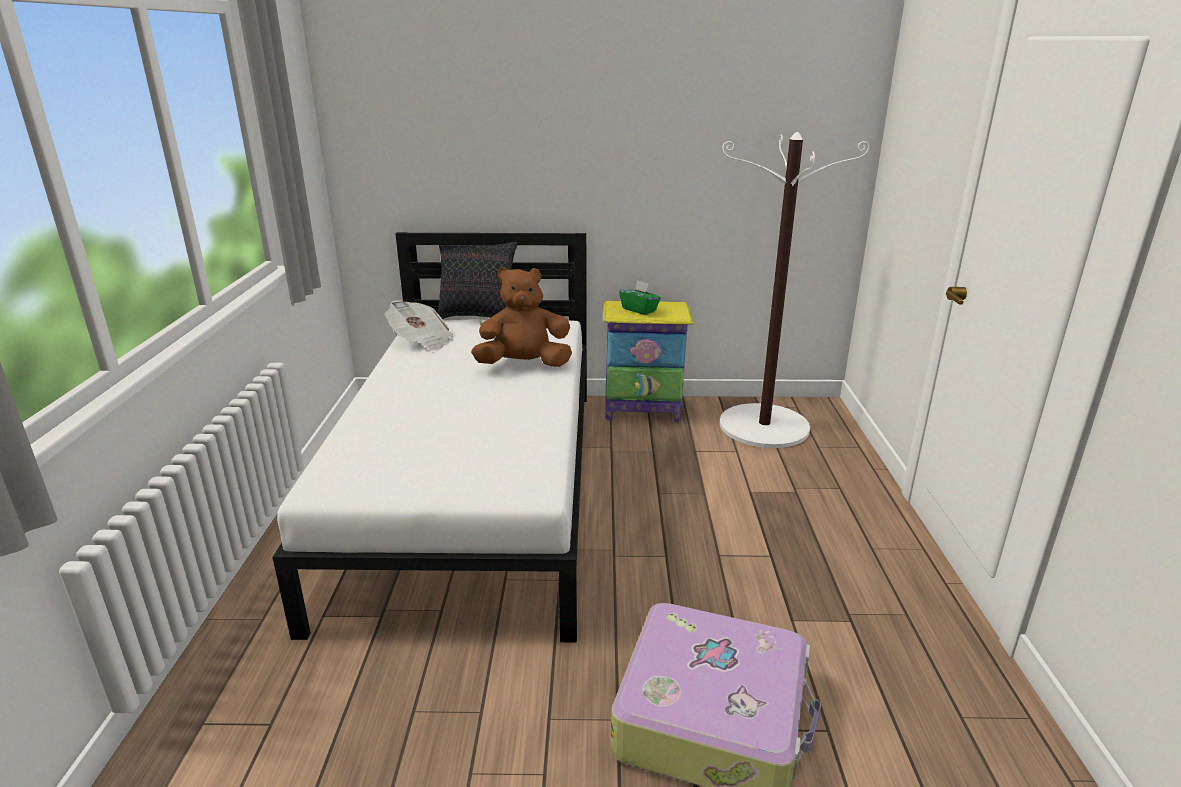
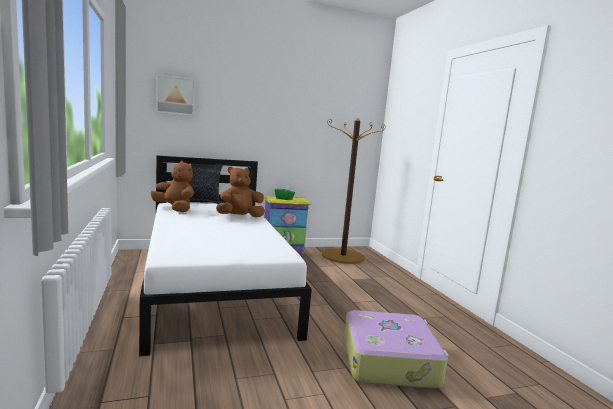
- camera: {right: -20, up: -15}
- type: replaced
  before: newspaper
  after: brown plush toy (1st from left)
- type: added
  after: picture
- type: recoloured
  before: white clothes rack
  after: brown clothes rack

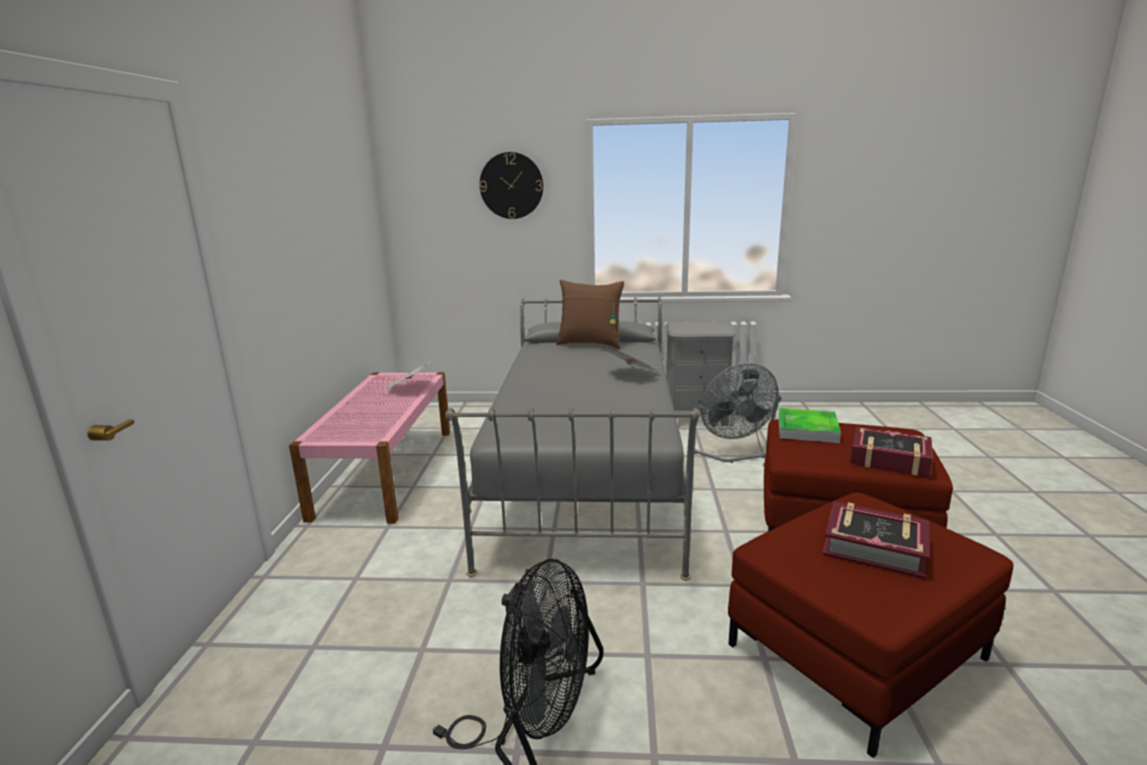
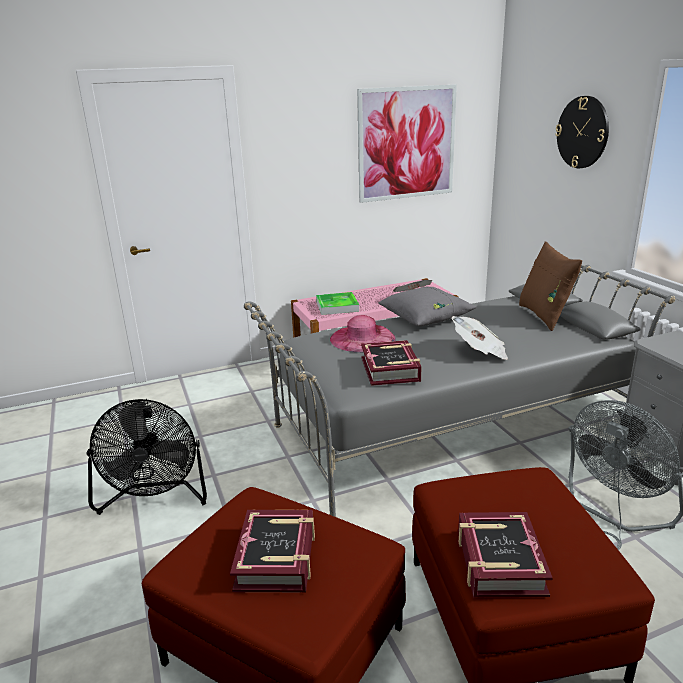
- camera: {right: 65, up: 5}
- type: moved
  before: tray
- type: added
  after: pink hat
- type: added
  after: picture
- type: added
  after: book (2nd from left)
- type: added
  after: grey pillow

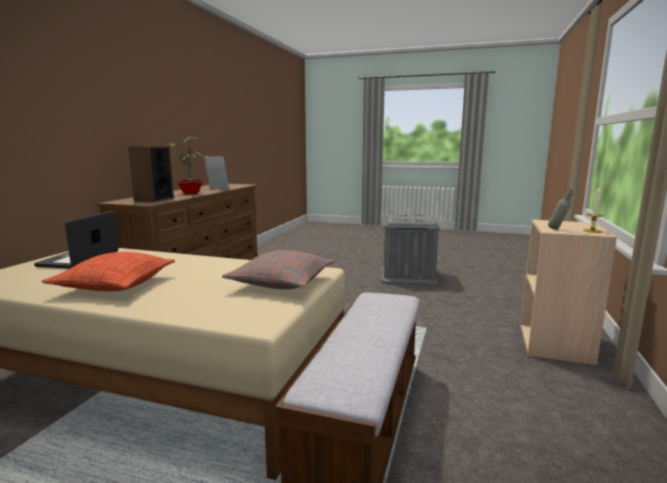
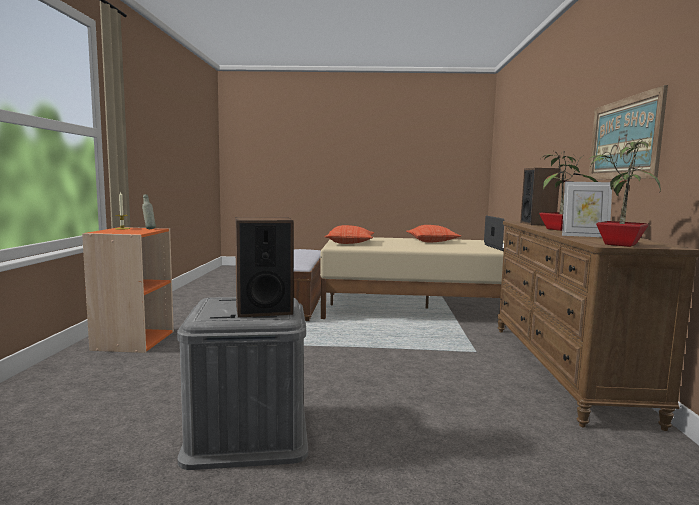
- camera: {right: 165, up: -5}
- type: recoloured
  before: beige bookcase
  after: orange bookcase
- type: added
  after: speaker (1st from left)
- type: recoloured
  before: grey pillow
  after: orange pillow (1st from left)
- type: added
  after: picture
- type: added
  after: potted plant (2nd from left)

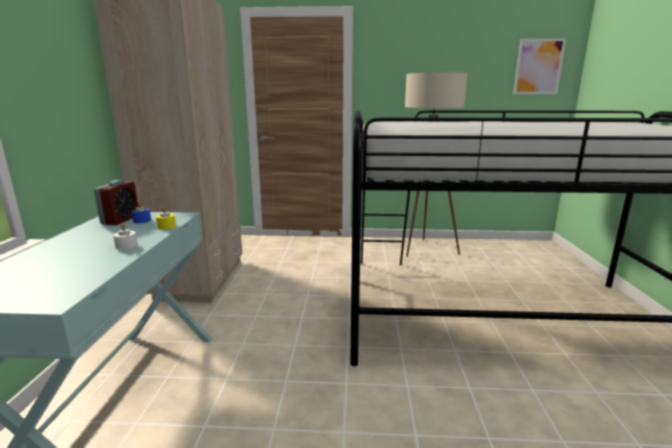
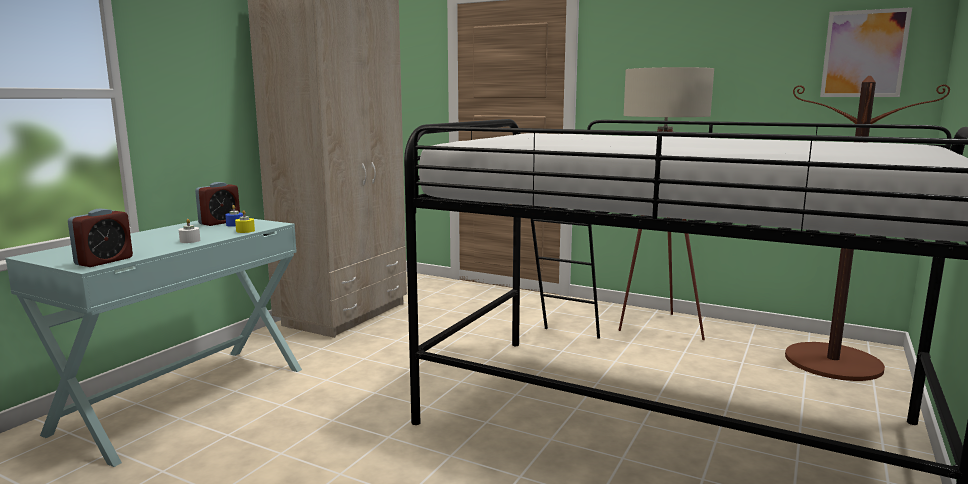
- camera: {right: 25, up: -5}
- type: added
  after: alarm clock (1st from left)
- type: added
  after: brown clothes rack

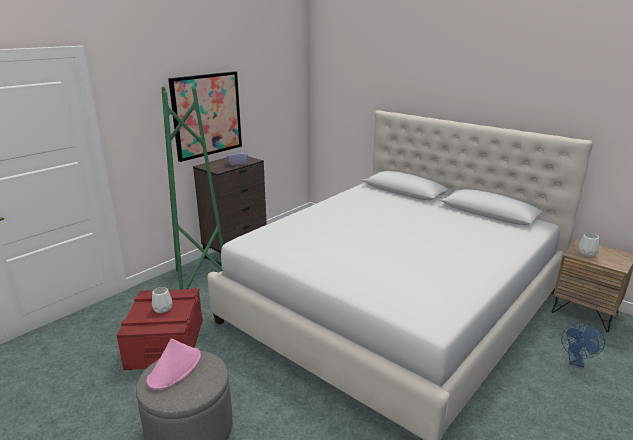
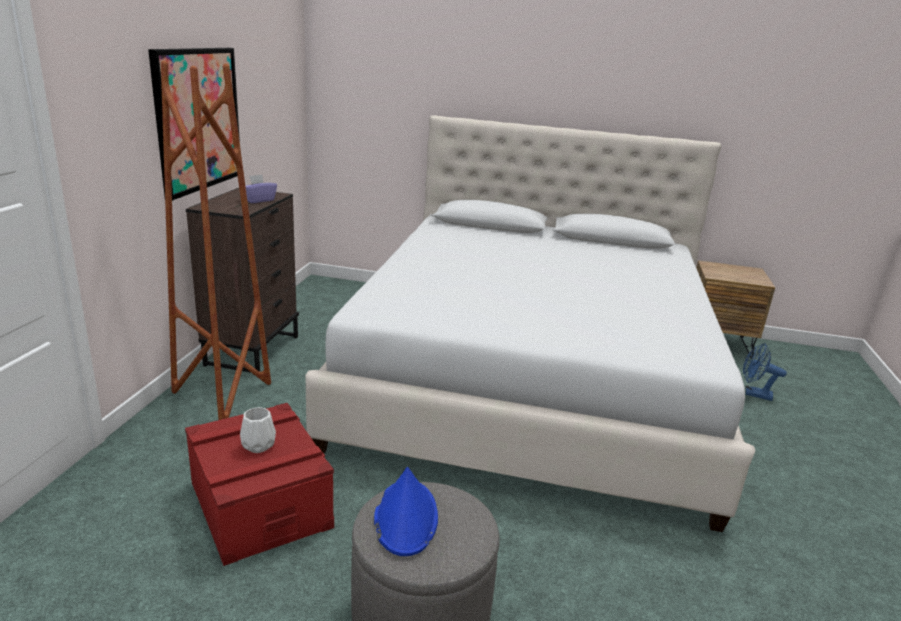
- camera: {right: -30, up: 0}
- type: recoloured
  before: green clothes rack
  after: brown clothes rack
- type: recoloured
  before: pink hat
  after: blue hat
- type: turned
  before: blue fan
  turn: 120
- type: removed
  before: white vase (2nd from left)

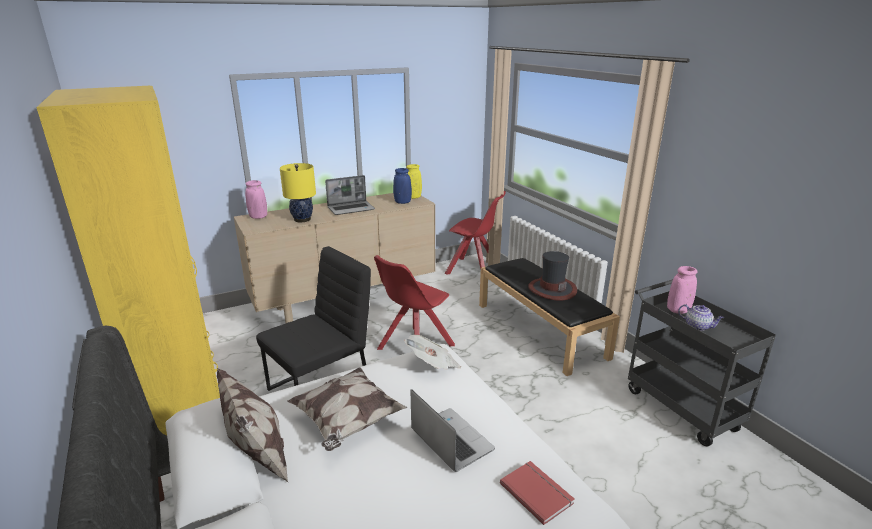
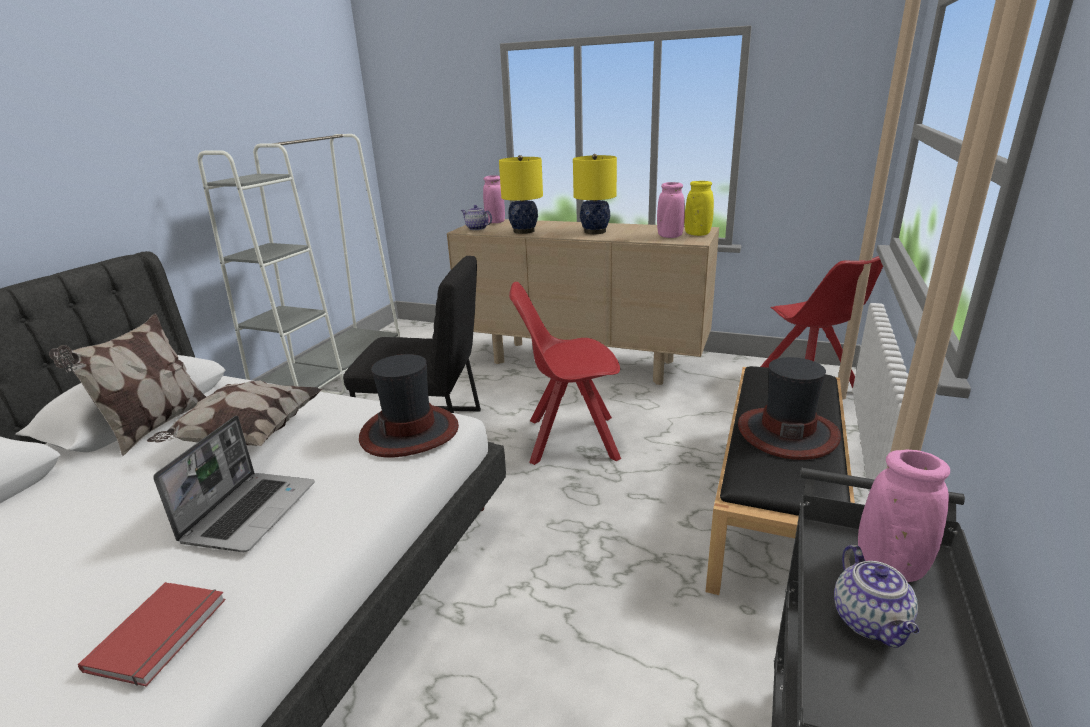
- camera: {right: 50, up: 0}
- type: replaced
  before: yellow wardrobe
  after: grey clothes rack
- type: replaced
  before: newspaper
  after: hat (1st from left)
- type: added
  after: teapot (1st from left)
- type: replaced
  before: laptop (1st from left)
  after: yellow table lamp (2nd from left)
- type: recoloured
  before: blue vase
  after: pink vase (2nd from left)

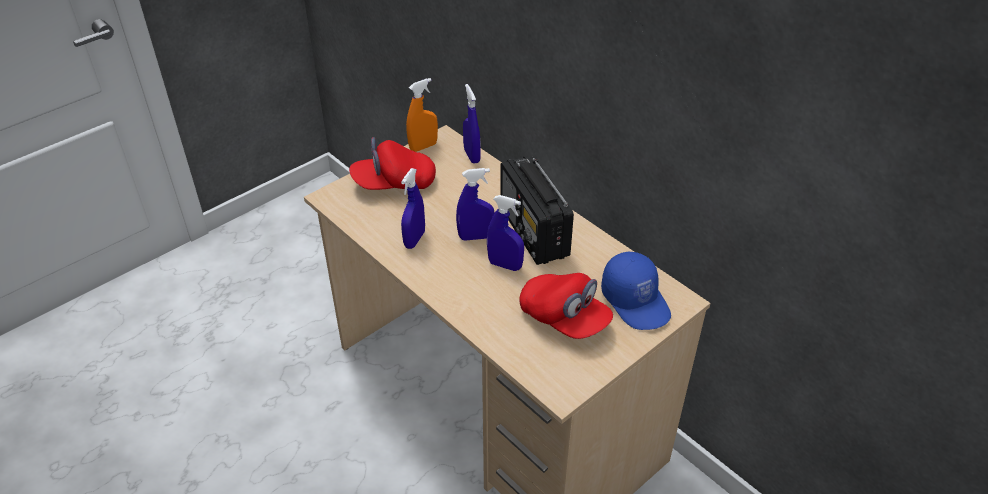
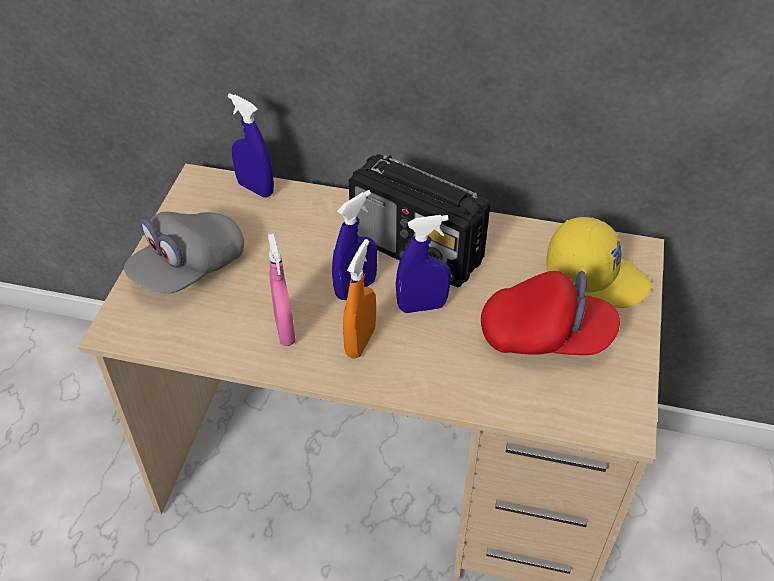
- camera: {right: -35, up: 5}
- type: recoloured
  before: red cap (1st from left)
  after: grey cap
- type: recoloured
  before: blue spray bottle (1st from left)
  after: pink spray bottle
- type: moved
  before: orange spray bottle
- type: recoloured
  before: blue cap
  after: yellow cap

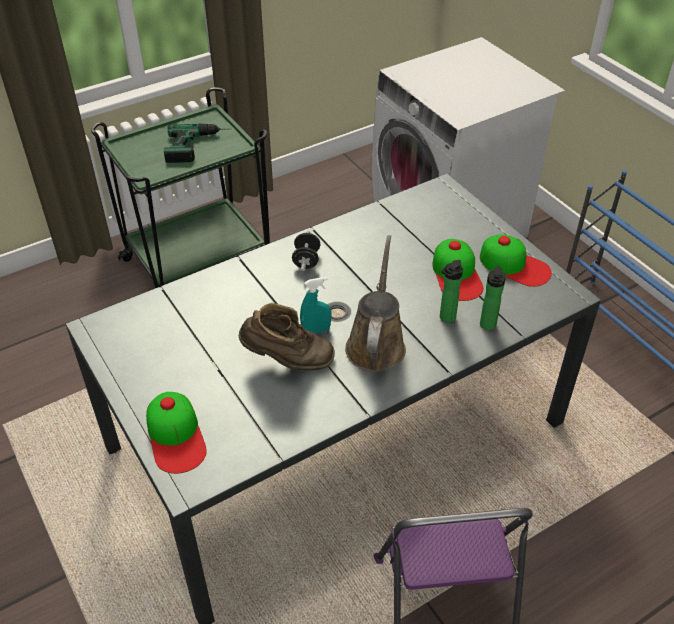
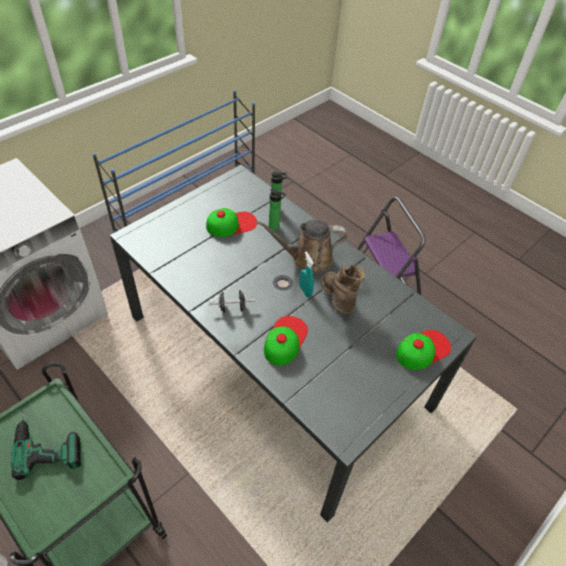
- camera: {right: -105, up: 5}
- type: moved
  before: cap (3rd from left in the first image)
  after: cap (2nd from left)

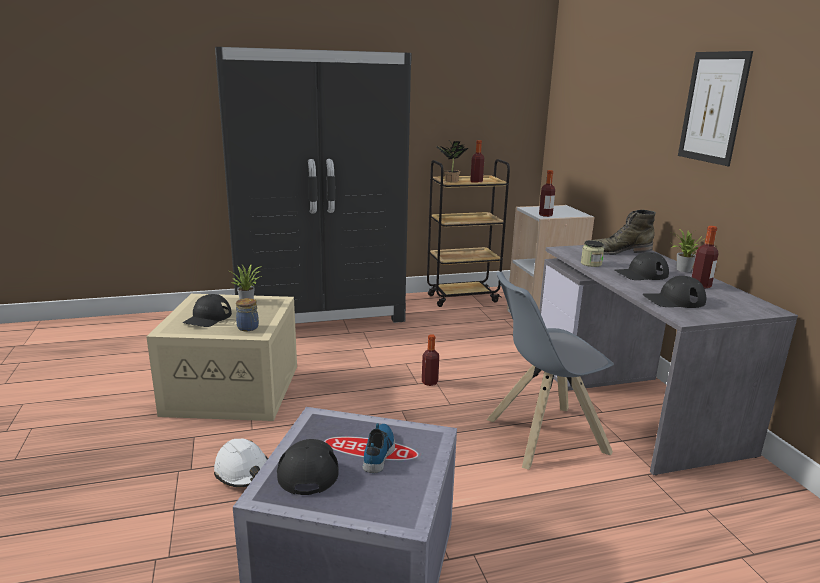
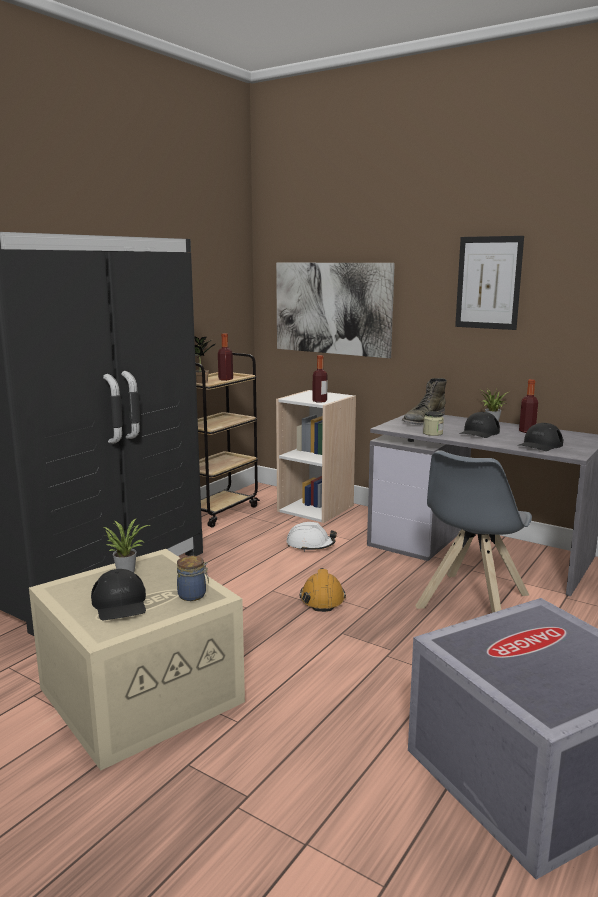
- camera: {right: -40, up: -5}
- type: added
  after: picture (1st from left)
- type: moved
  before: white hard hat
- type: replaced
  before: bottle (1st from left)
  after: orange hard hat
- type: removed
  before: black cap (2nd from left)
- type: removed
  before: shoe

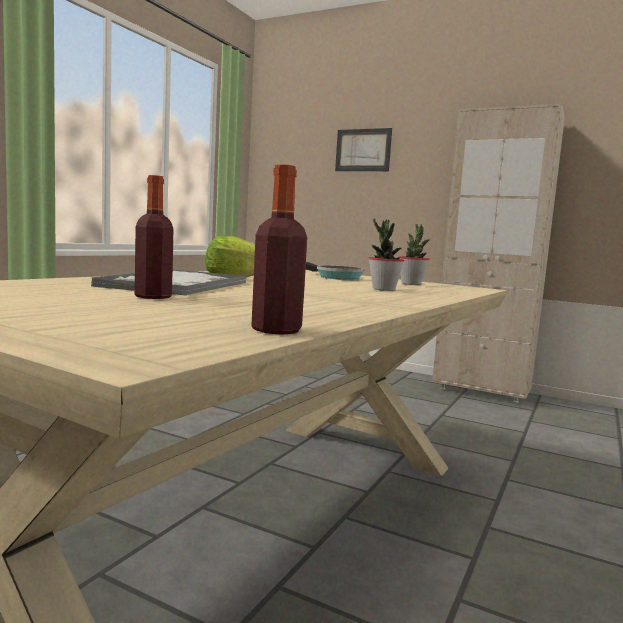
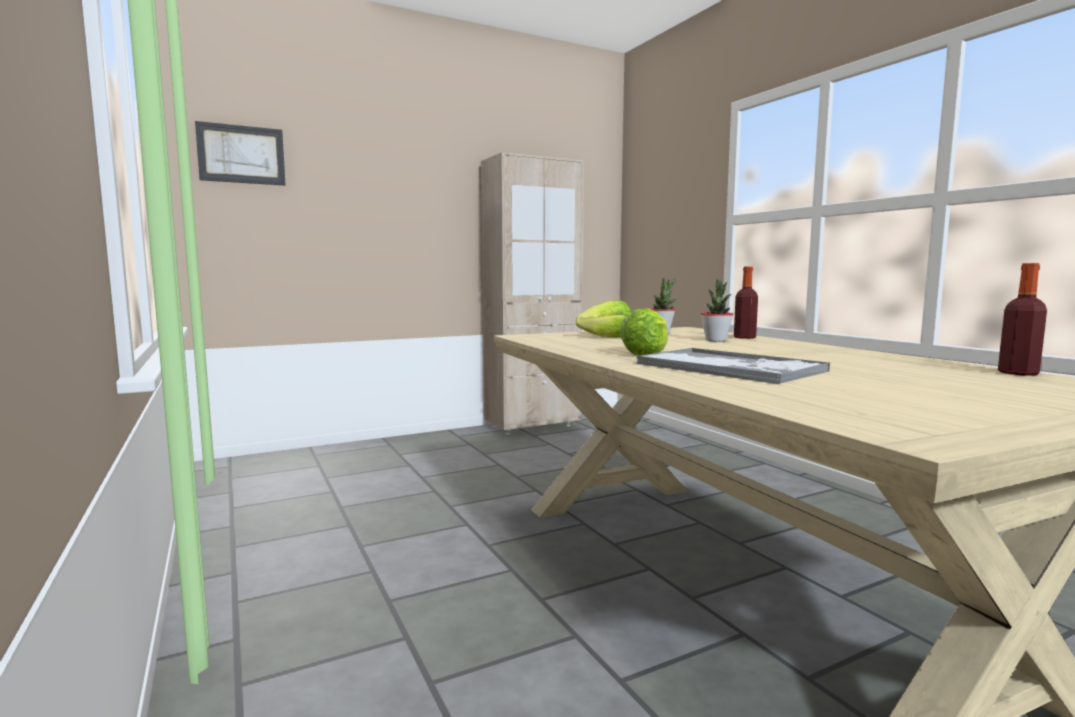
- camera: {right: -55, up: 0}
- type: moved
  before: picture
- type: replaced
  before: frying pan
  after: lettuce (1st from left)
- type: moved
  before: bottle (1st from left)

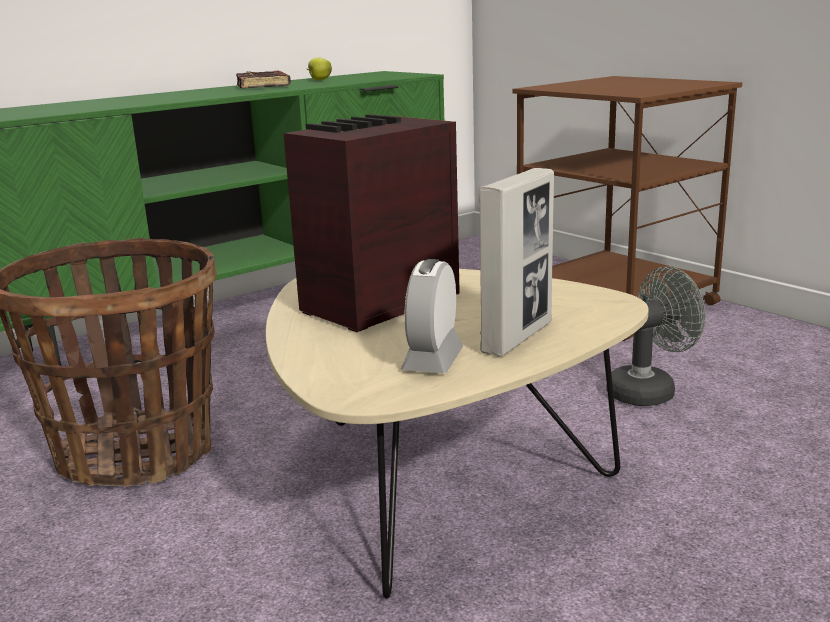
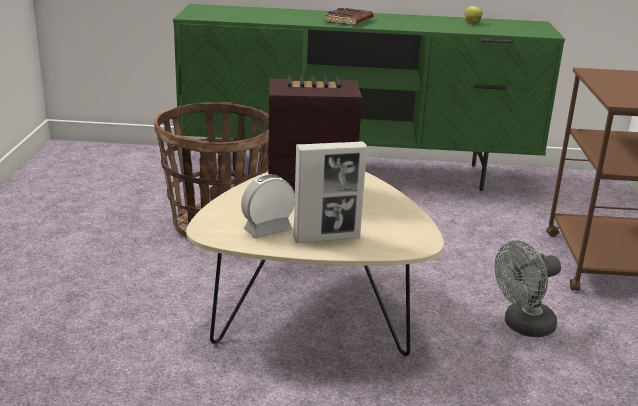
- camera: {right: 40, up: 5}
- type: moved
  before: brown book
- type: turned
  before: grey fan
  turn: 135

